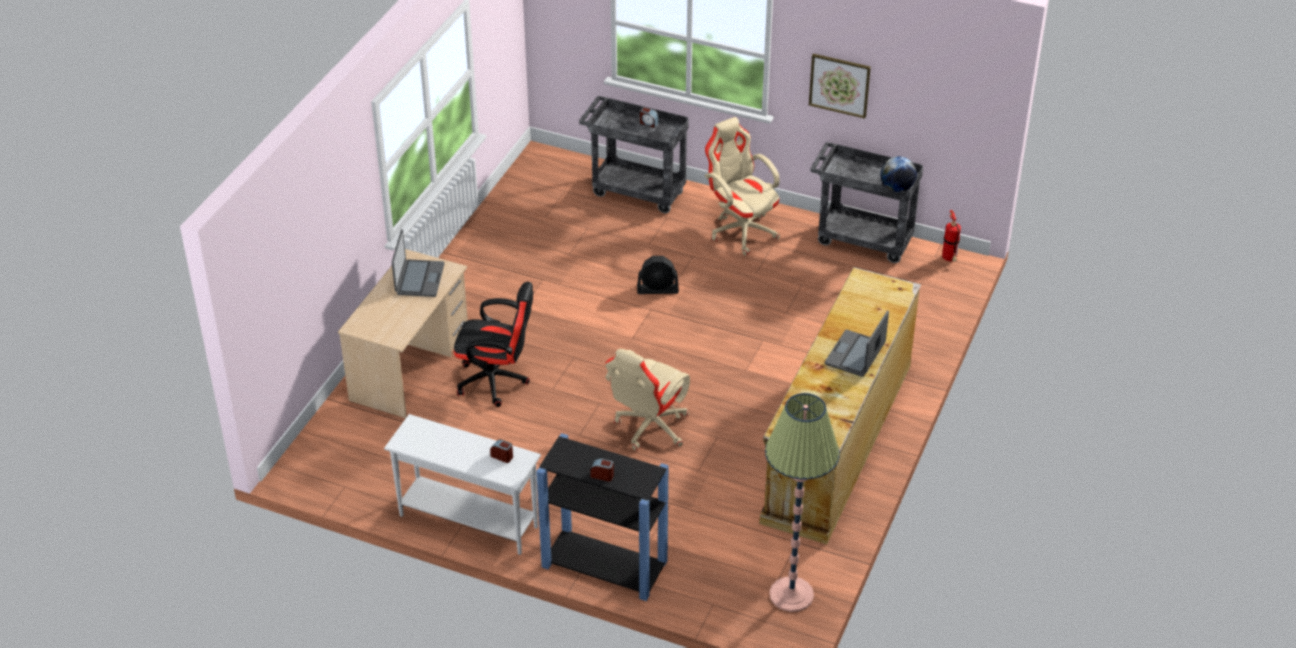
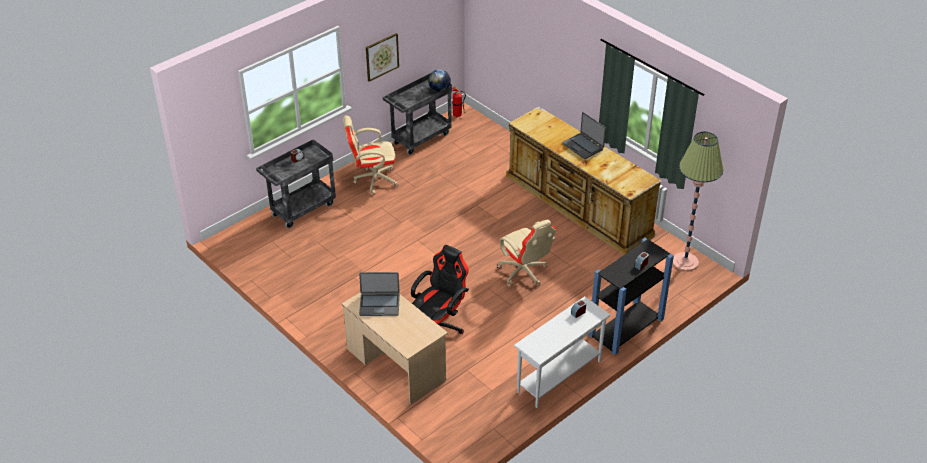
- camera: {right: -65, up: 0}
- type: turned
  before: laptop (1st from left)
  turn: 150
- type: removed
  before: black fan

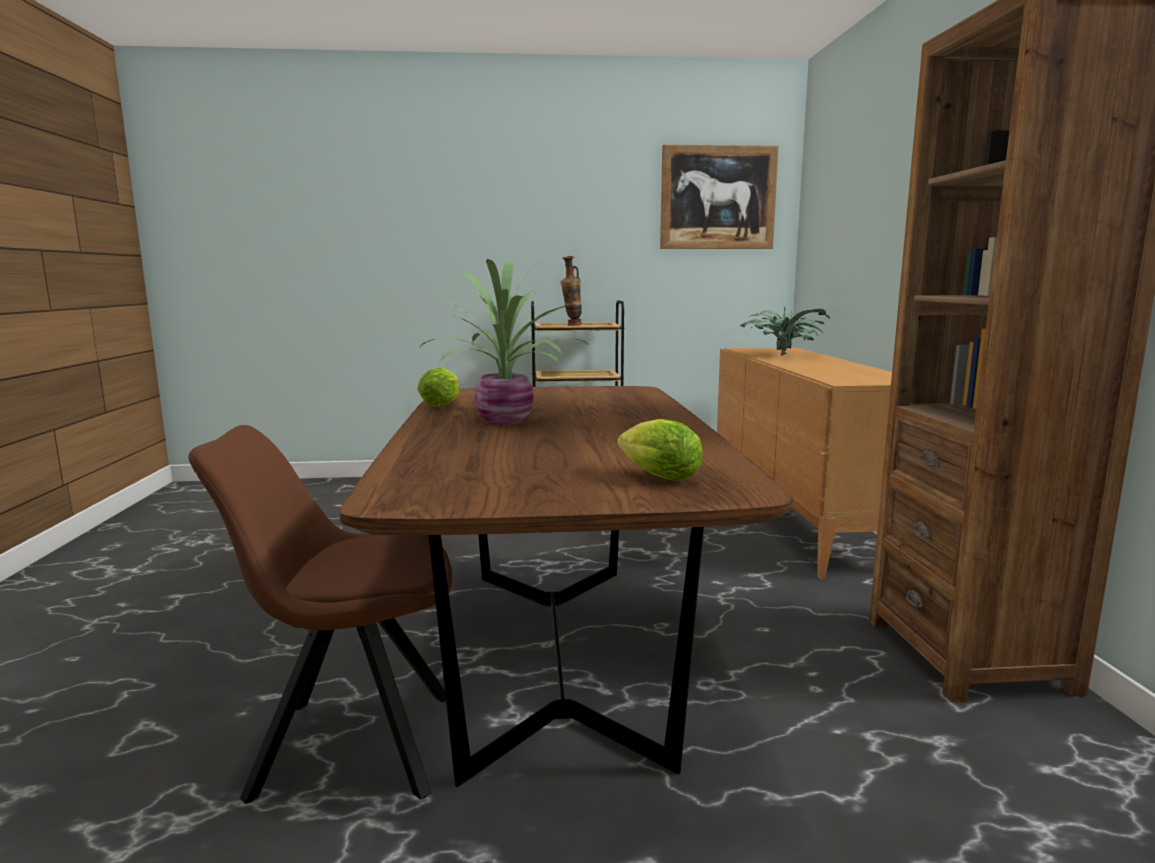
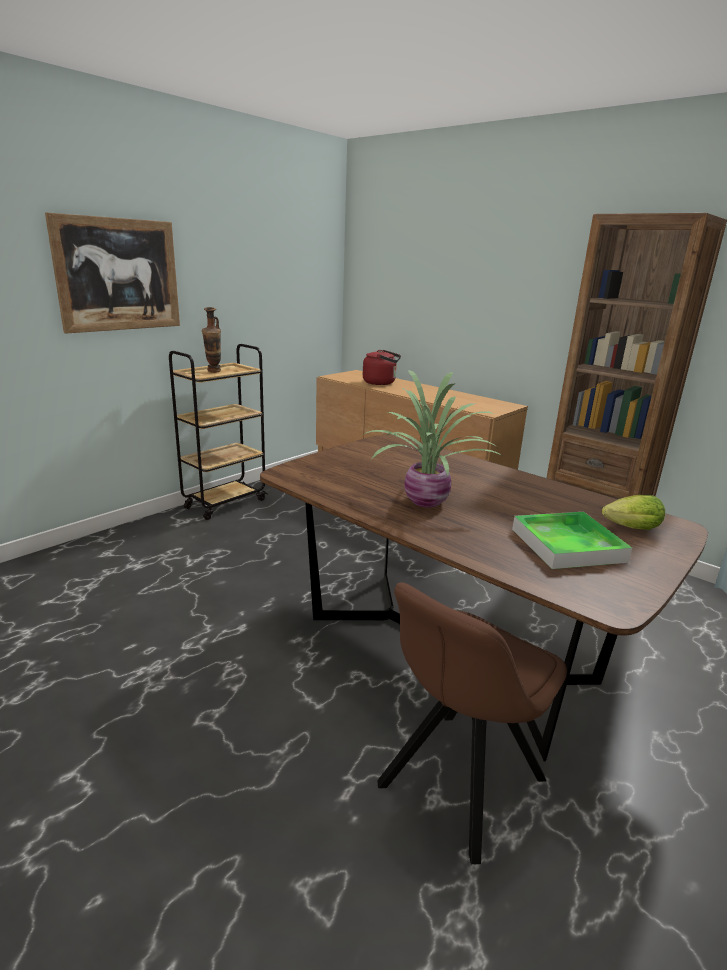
- camera: {right: -45, up: 10}
- type: moved
  before: picture
- type: replaced
  before: potted plant (2nd from left)
  after: red kettle
- type: added
  after: tray
- type: removed
  before: lettuce (1st from left)

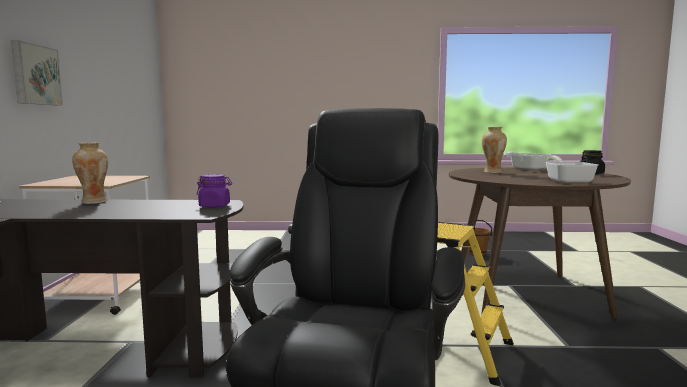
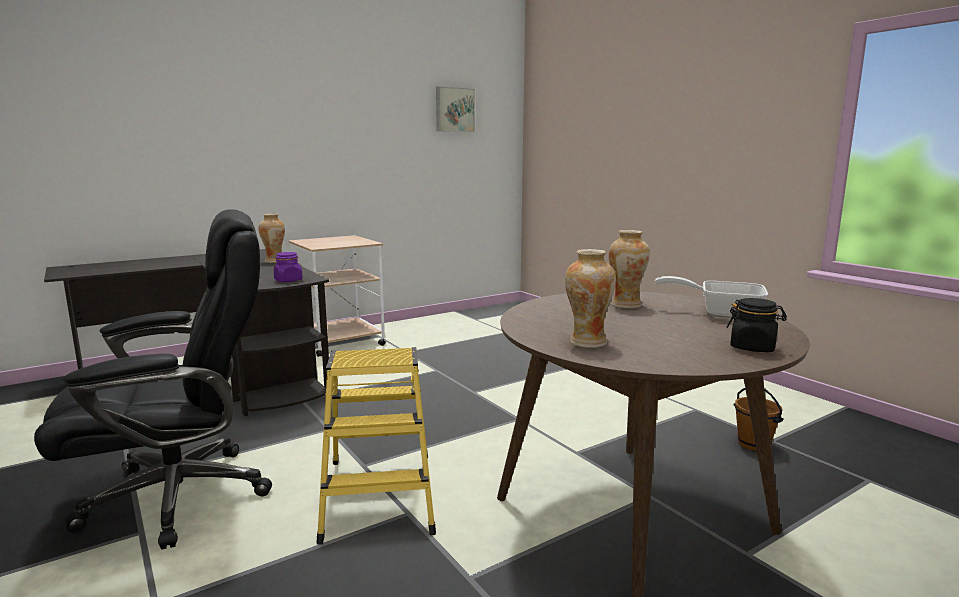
- camera: {right: 55, up: 5}
- type: moved
  before: picture
- type: replaced
  before: frying pan (2nd from left)
  after: vase (2nd from left)

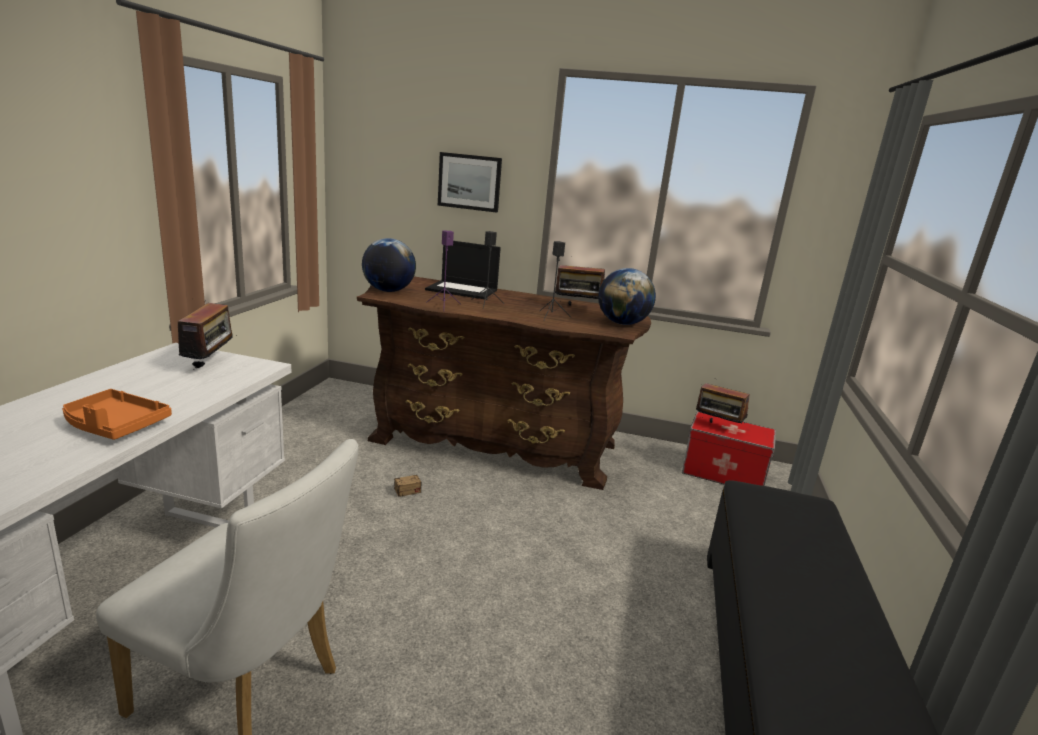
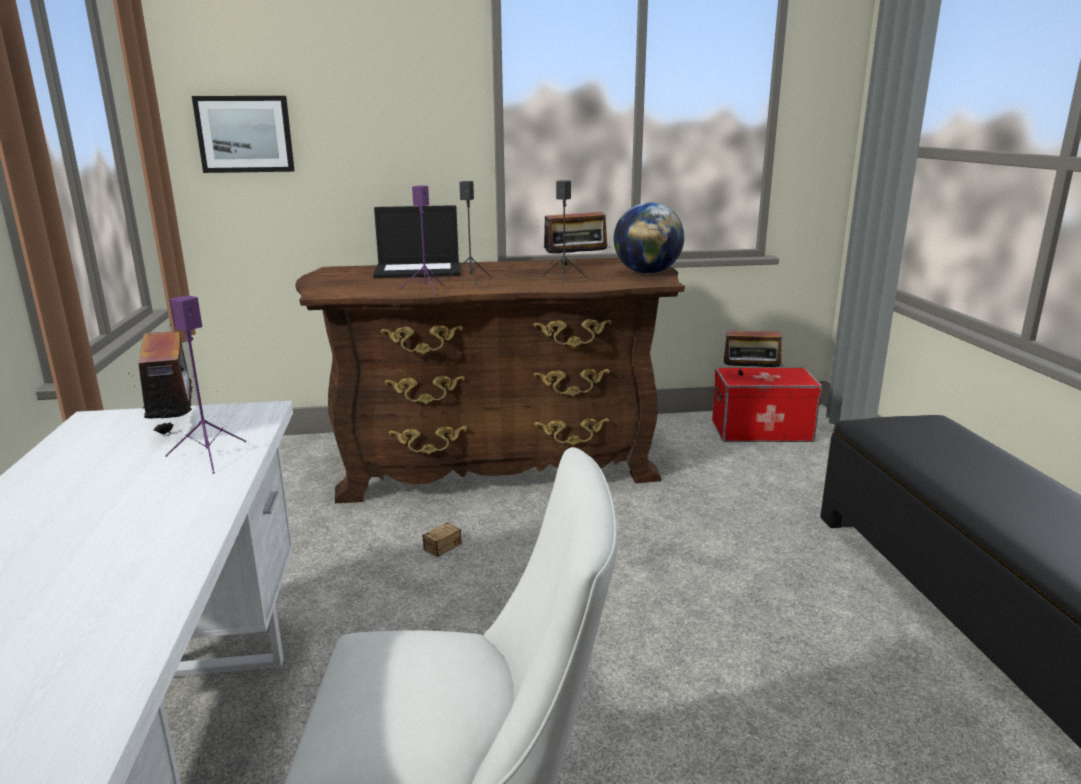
- camera: {right: -20, up: 0}
- type: added
  after: purple speaker (1st from left)
- type: moved
  before: picture
- type: removed
  before: orange tray
- type: removed
  before: globe (1st from left)

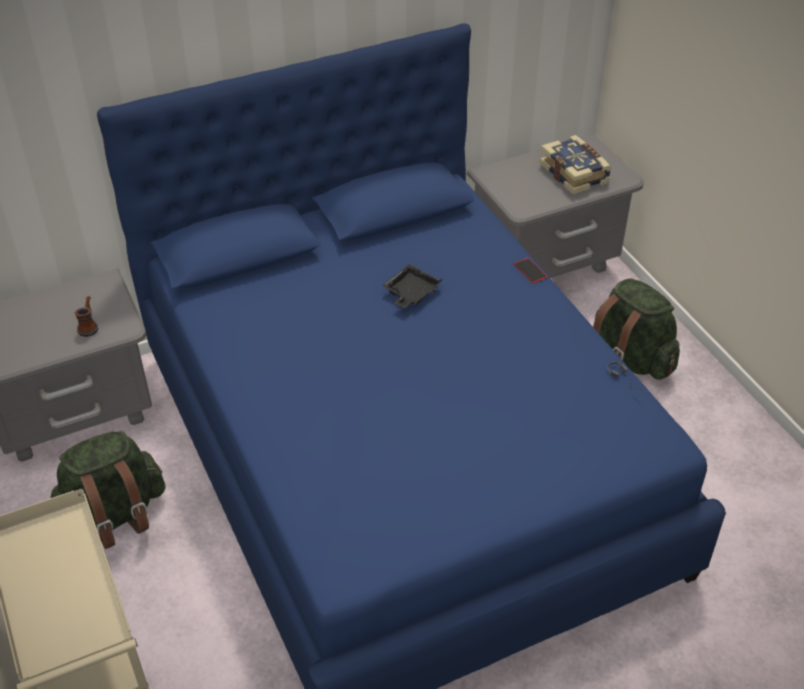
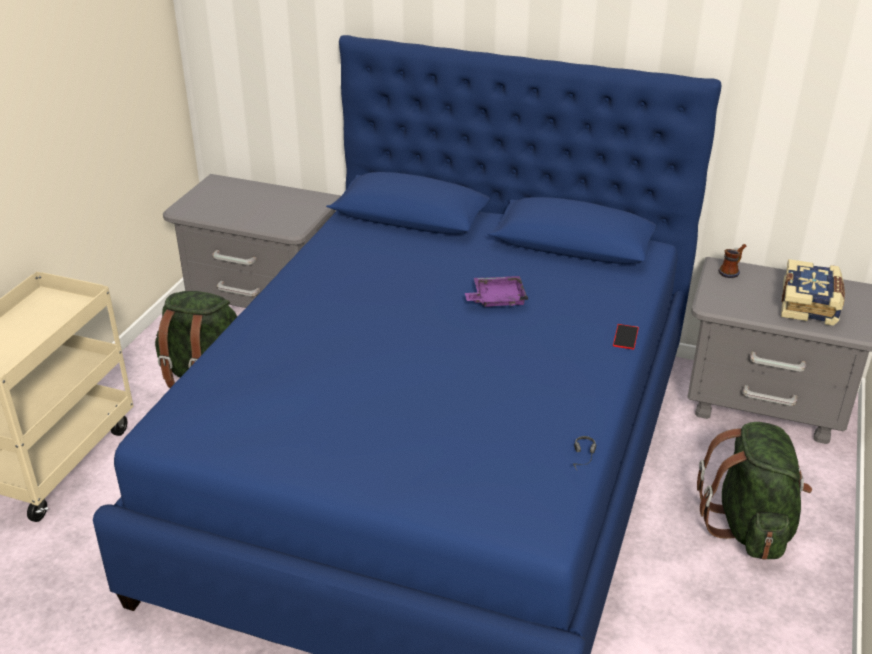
- camera: {right: 45, up: -10}
- type: recoloured
  before: black tray
  after: purple tray
- type: moved
  before: mug

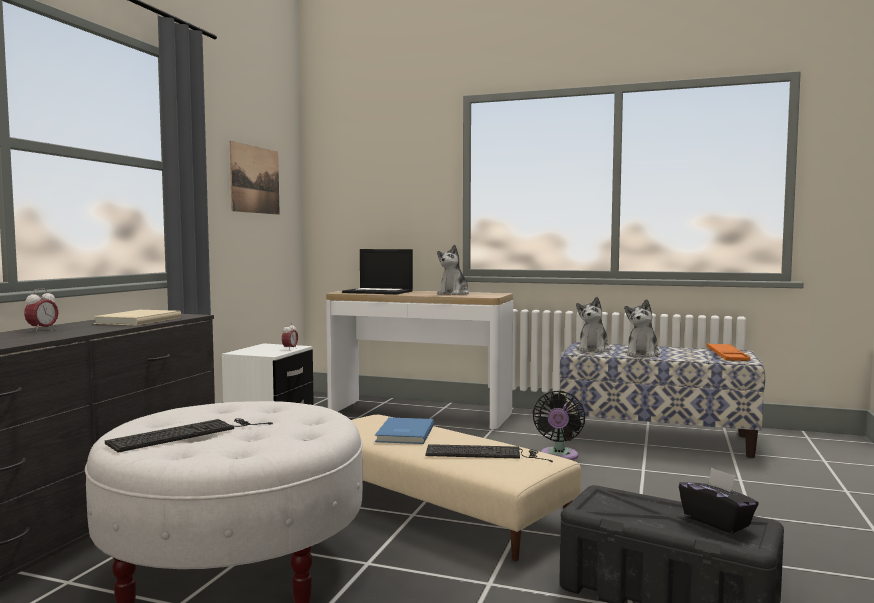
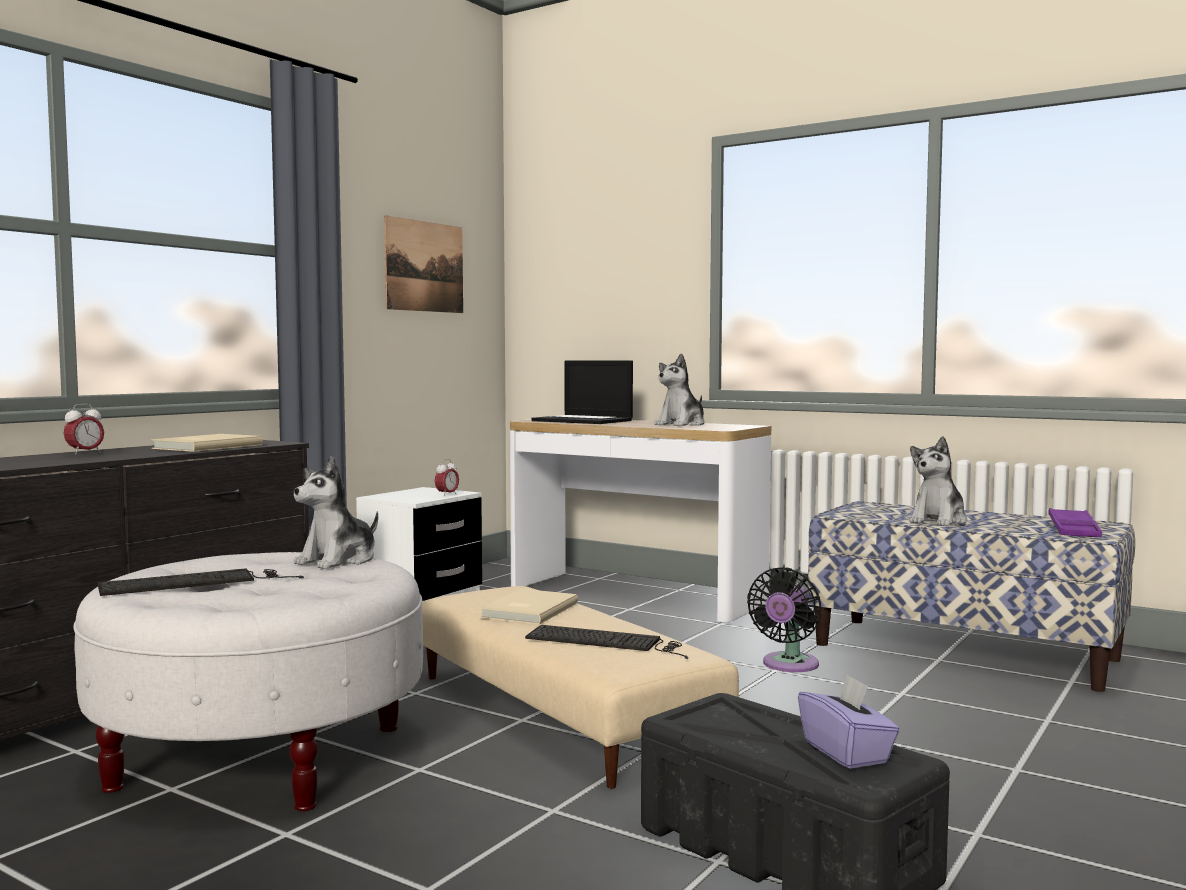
- camera: {right: 15, up: 0}
- type: moved
  before: plush toy (2nd from left in the first image)
  after: plush toy (1st from left)
- type: recoloured
  before: blue book
  after: beige book (2nd from left)
- type: recoloured
  before: black tissue box
  after: purple tissue box
- type: recoloured
  before: orange tray
  after: purple tray

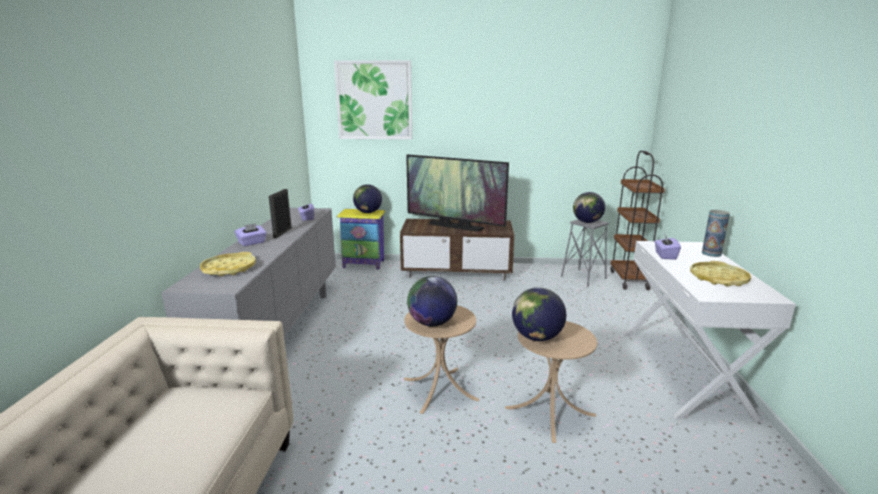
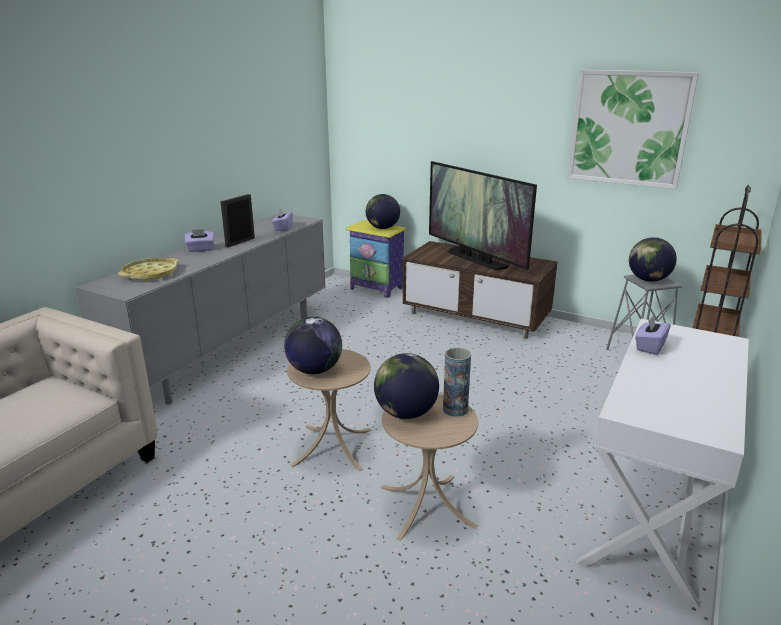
- camera: {right: 25, up: 5}
- type: moved
  before: vase
- type: moved
  before: picture
- type: removed
  before: yellow tray (2nd from left)

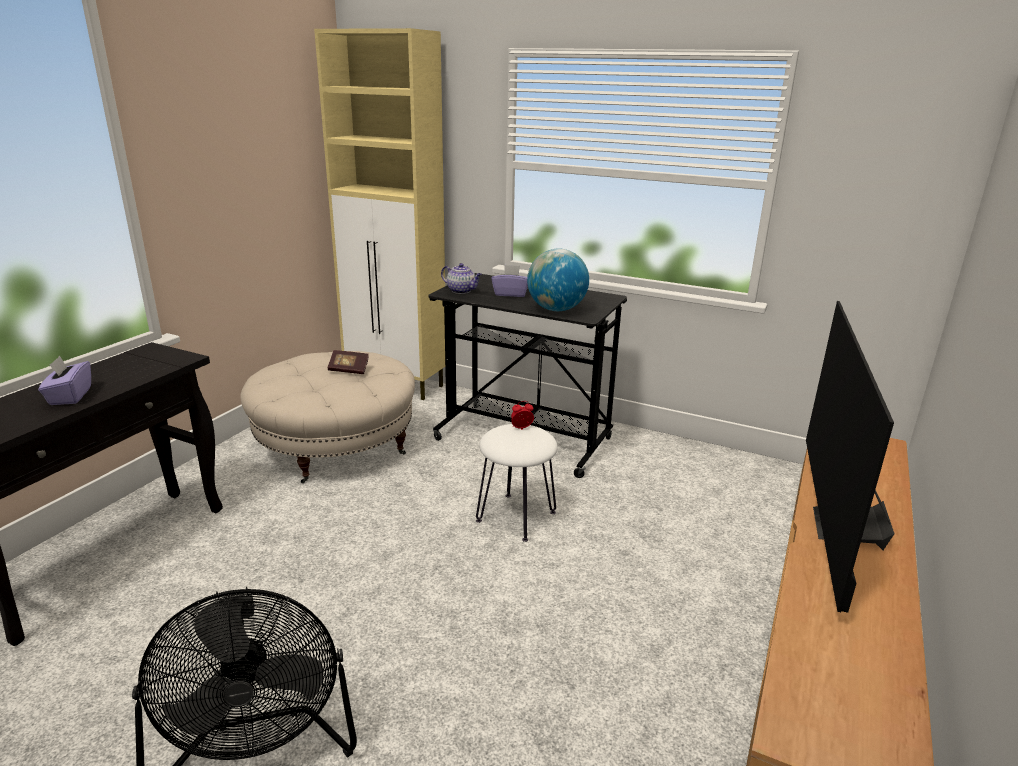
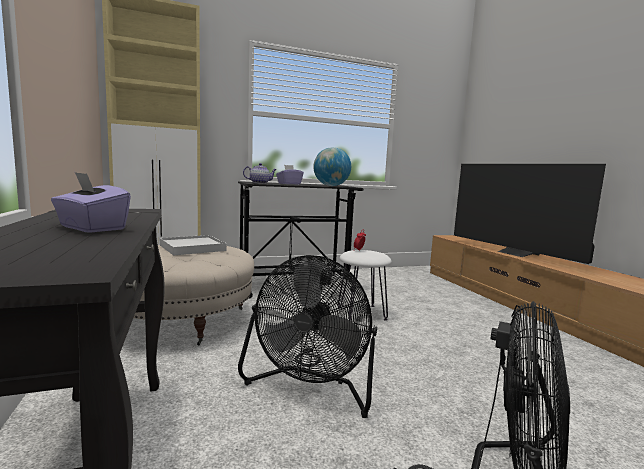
- camera: {right: -45, up: -15}
- type: replaced
  before: book
  after: white tray
- type: added
  after: black fan (1st from left)

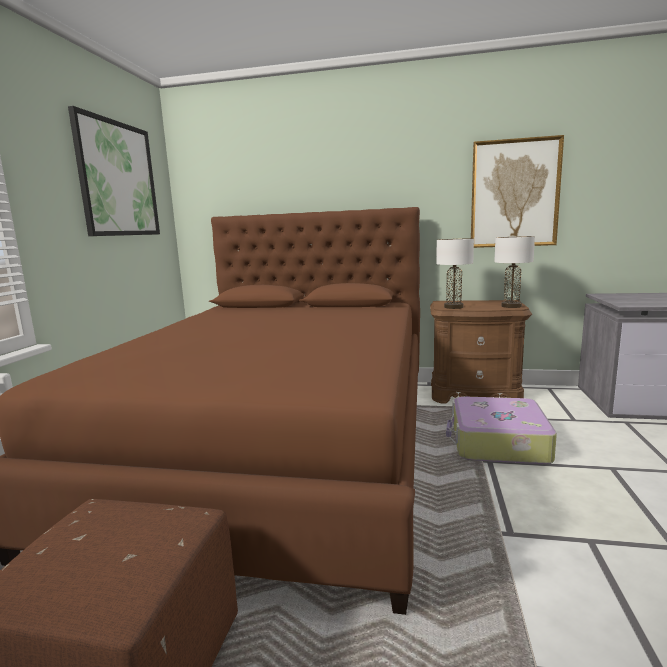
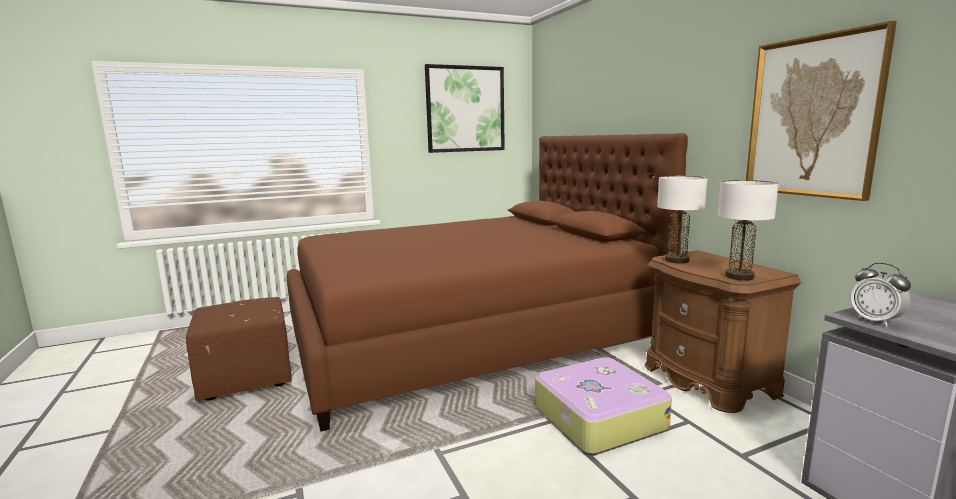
- camera: {right: 55, up: 0}
- type: added
  after: alarm clock

